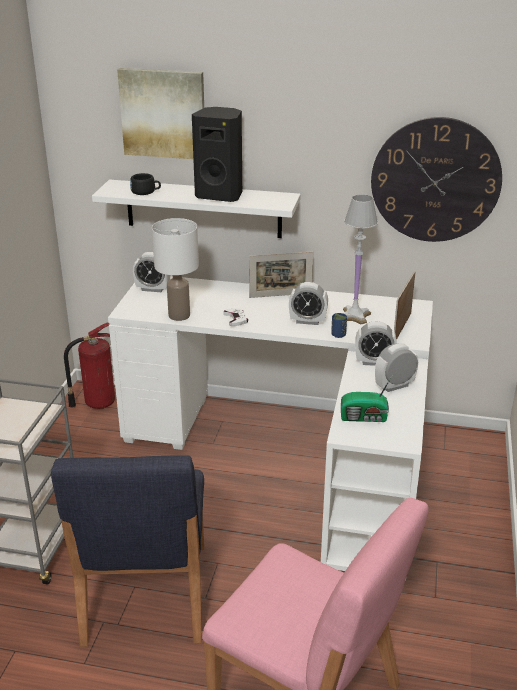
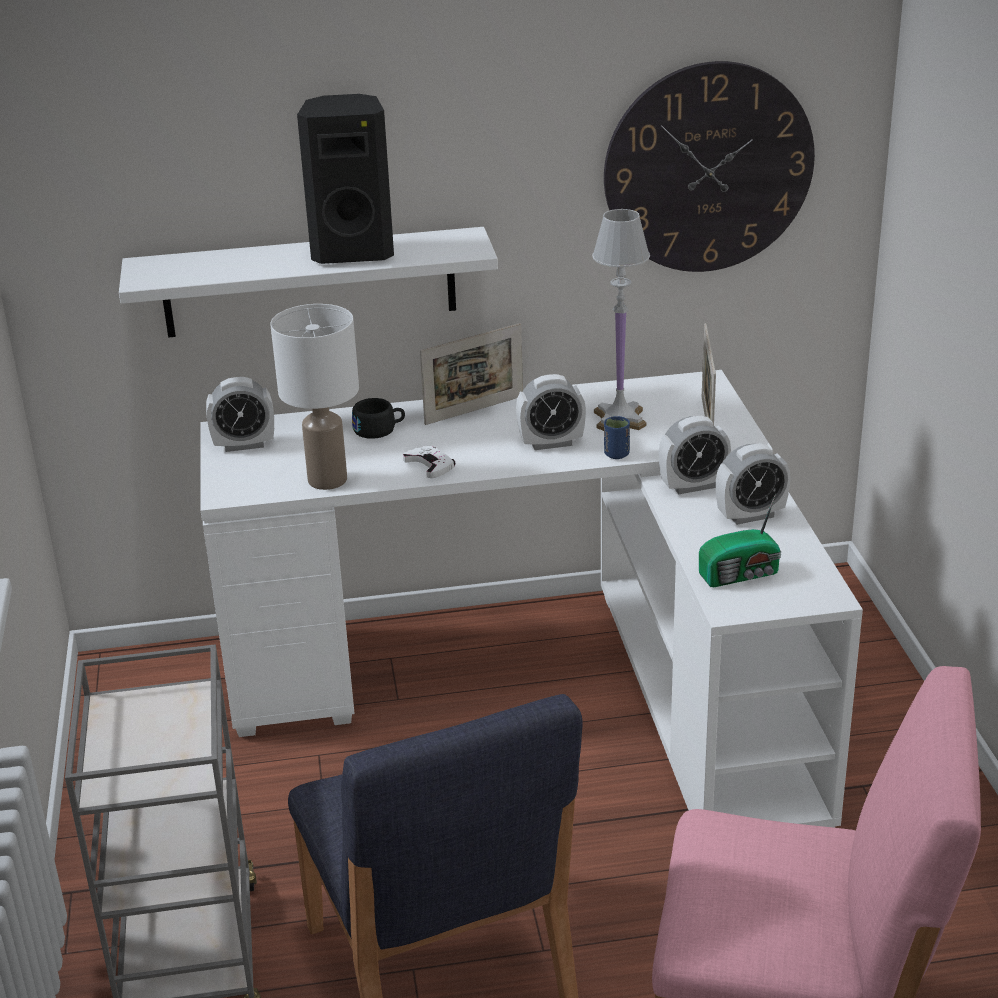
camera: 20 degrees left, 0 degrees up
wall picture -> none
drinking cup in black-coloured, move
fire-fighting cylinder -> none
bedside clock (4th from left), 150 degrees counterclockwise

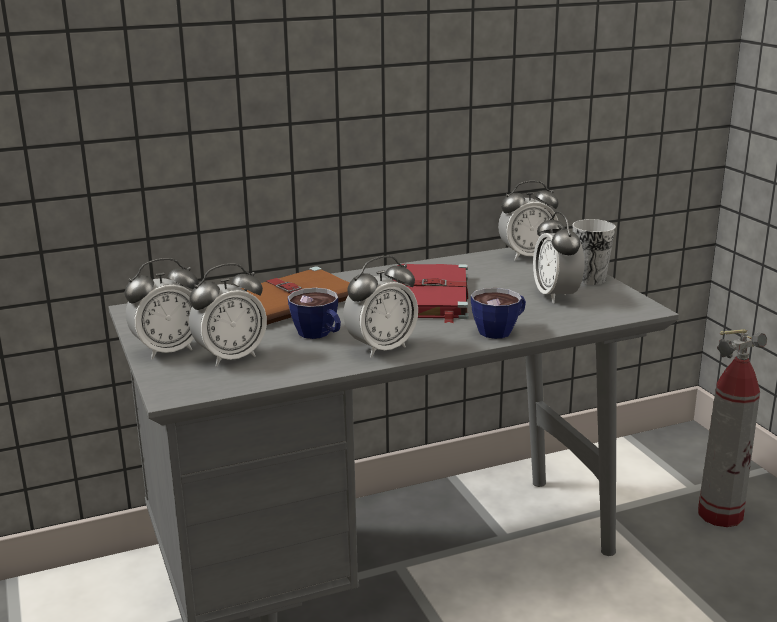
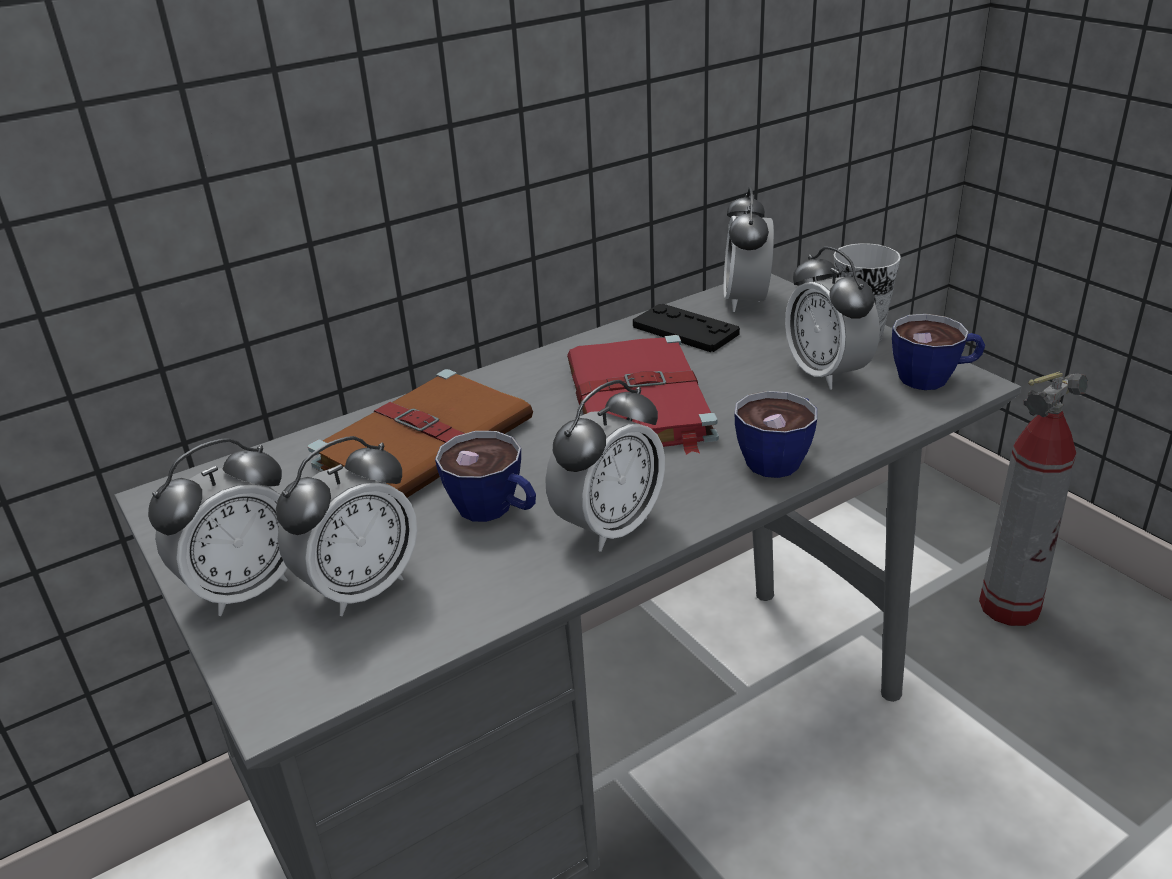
camera: 10 degrees left, 10 degrees up
bedside clock (4th from left), 120 degrees clockwise
none -> gamepad in black-coloured
none -> drinking cup (4th from left)

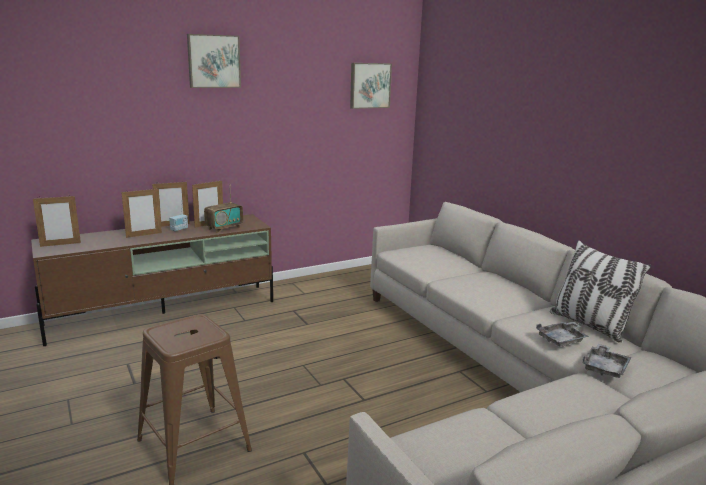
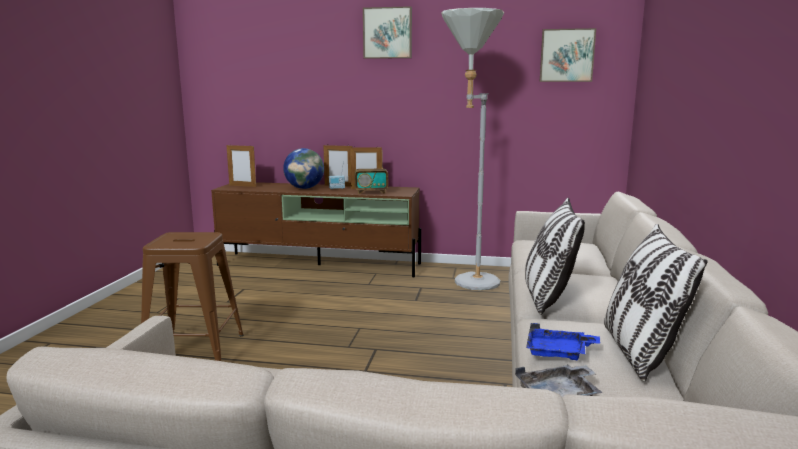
camera: 40 degrees right, 5 degrees down
picture frame (2nd from left) -> globe
carrying tray in greyish (1st from left) -> carrying tray in bluish
none -> floor lamp in greyish
none -> pillow (1st from left)

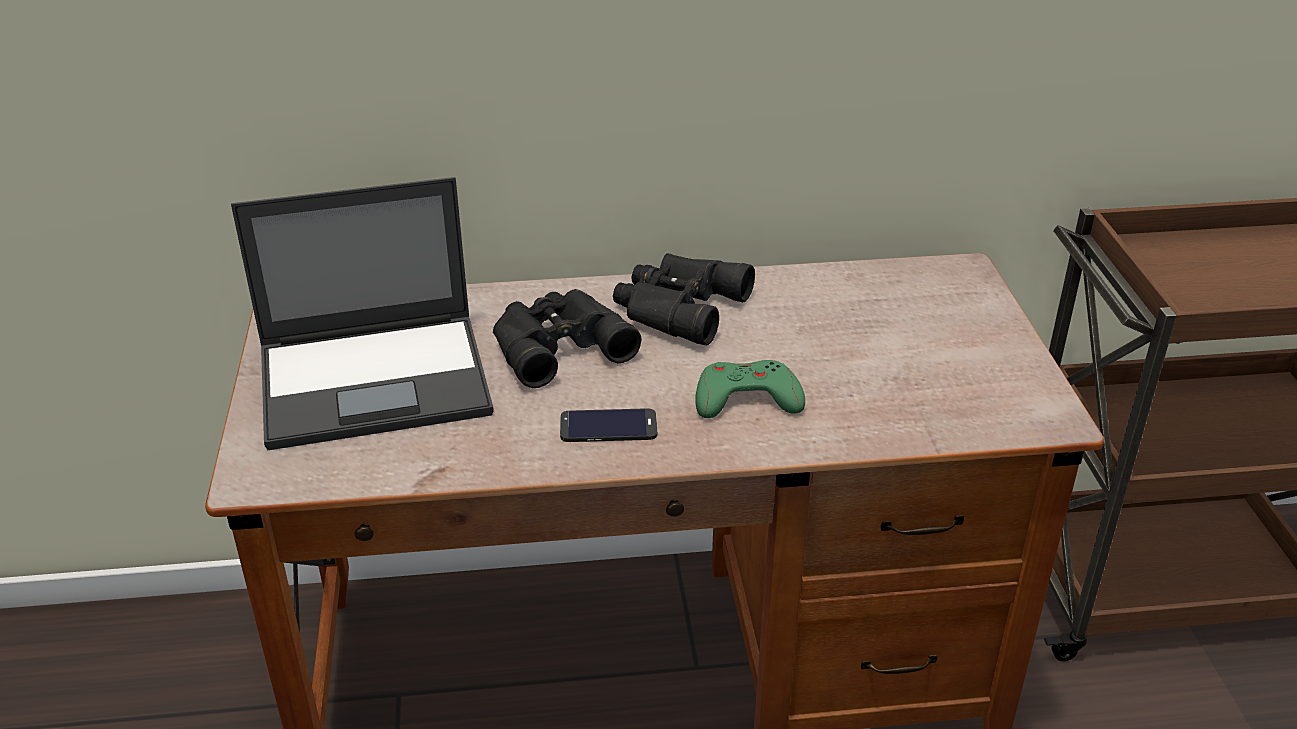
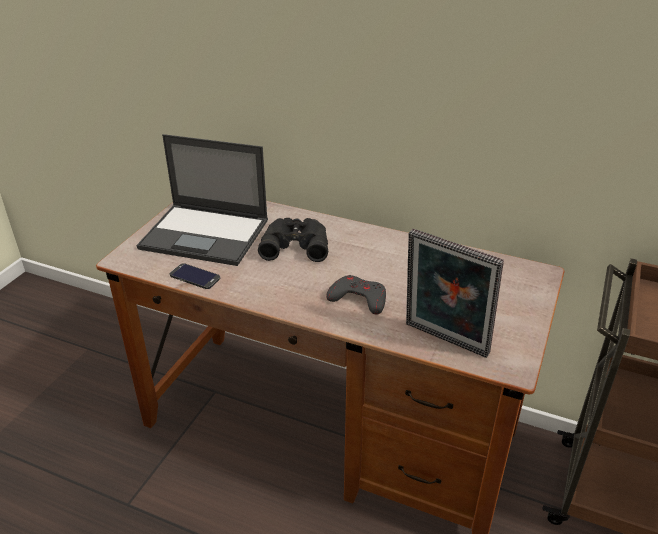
camera: 30 degrees right, 0 degrees up
pair of binoculars in black-coloured (2nd from left) -> none
gamepad in green -> gamepad in greyish
handset, move
none -> picture frame

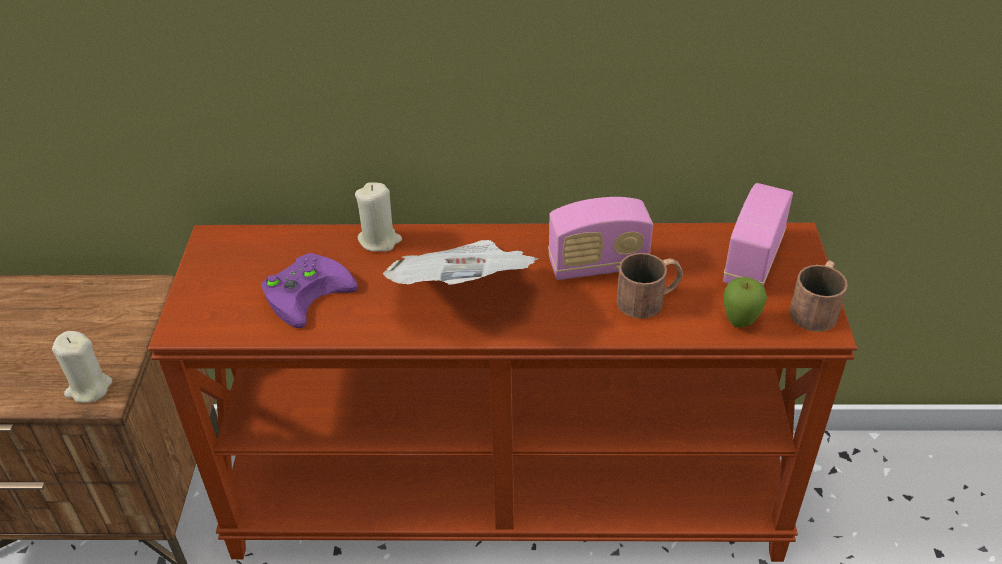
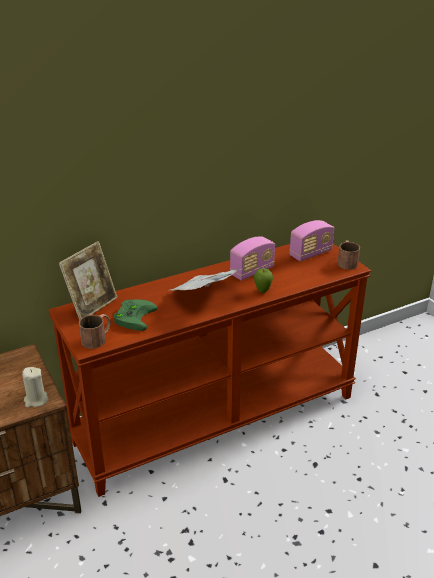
camera: 30 degrees left, 10 degrees down
wax candle in beige-coloured (2nd from left) -> none
radio receiver (2nd from left), 120 degrees counterclockwise
gamepad in purplish -> gamepad in green
mug in brownish (1st from left), move
apple, move
none -> picture frame

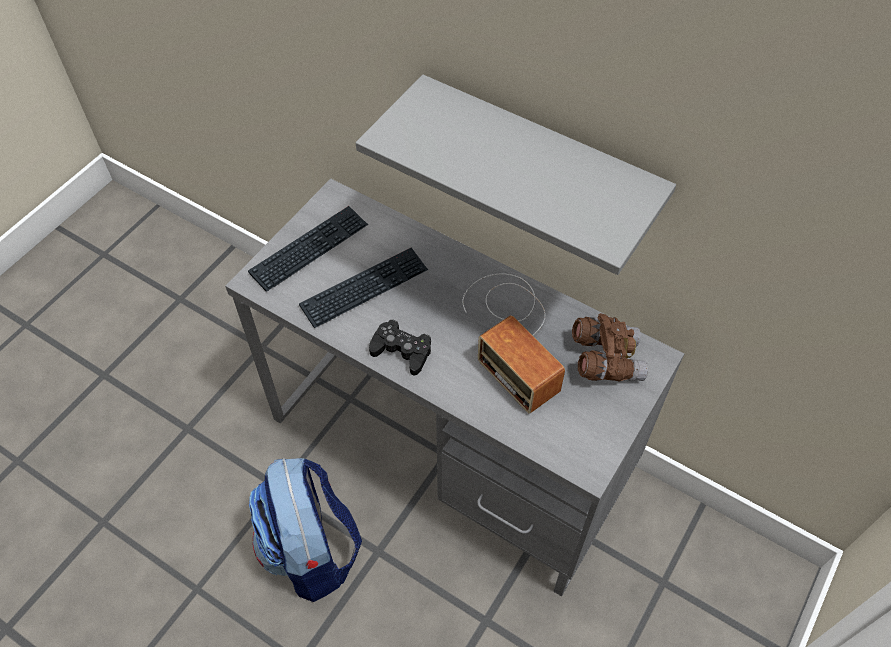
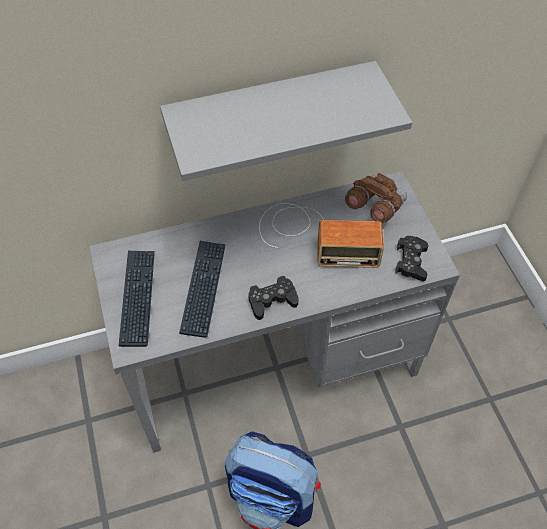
camera: 50 degrees left, 0 degrees up
none -> gamepad in black-coloured (2nd from left)

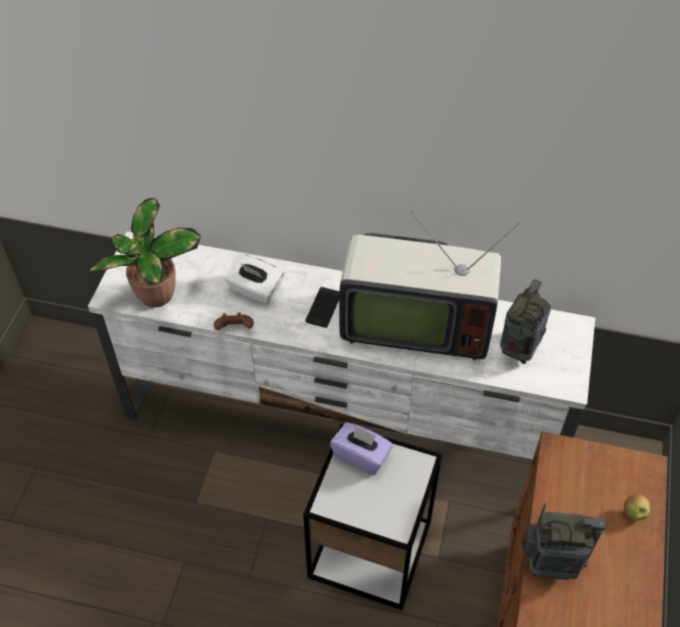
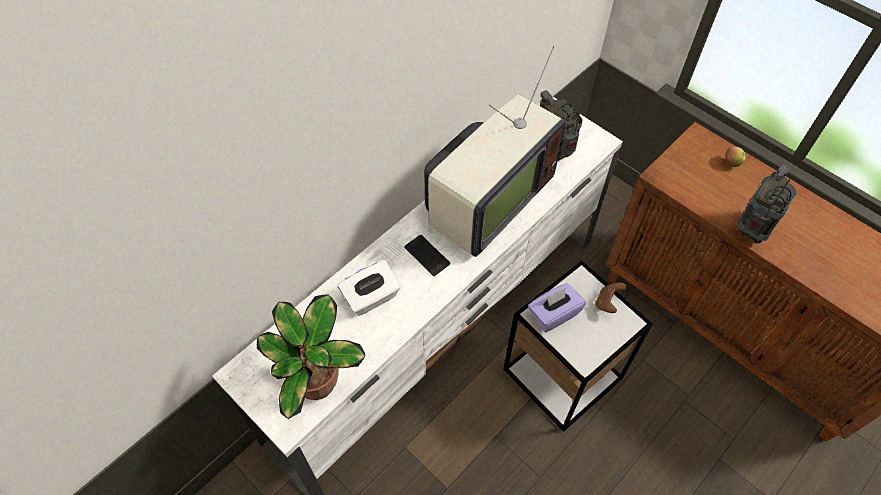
camera: 60 degrees left, 5 degrees up
gamepad in brownish, move

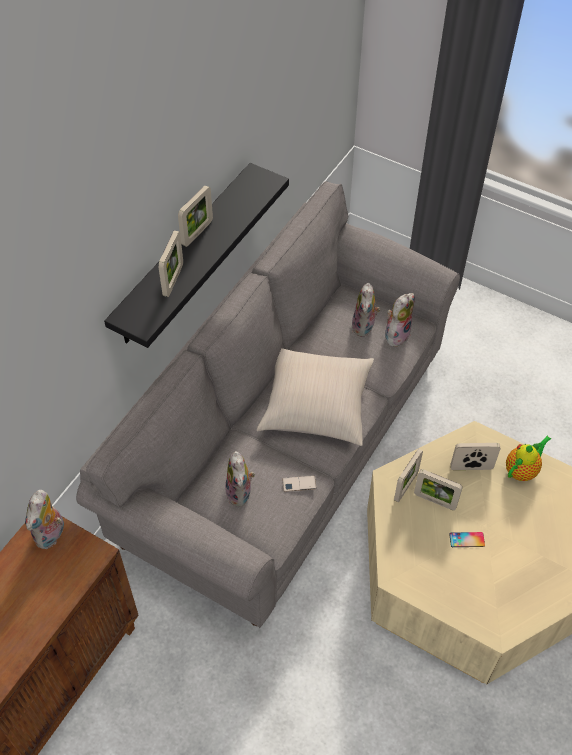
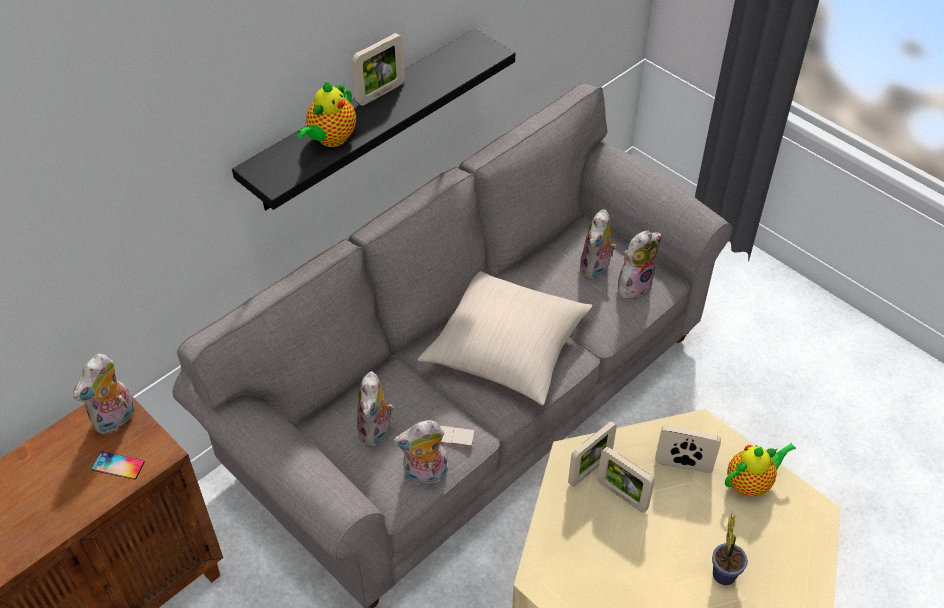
camera: 15 degrees right, 5 degrees down
picture frame (1st from left) -> pot for tea (1st from left)
handset (2nd from left in the first image) -> handset (1st from left), move
none -> cuddly toy (3rd from left)
none -> plant in a pot

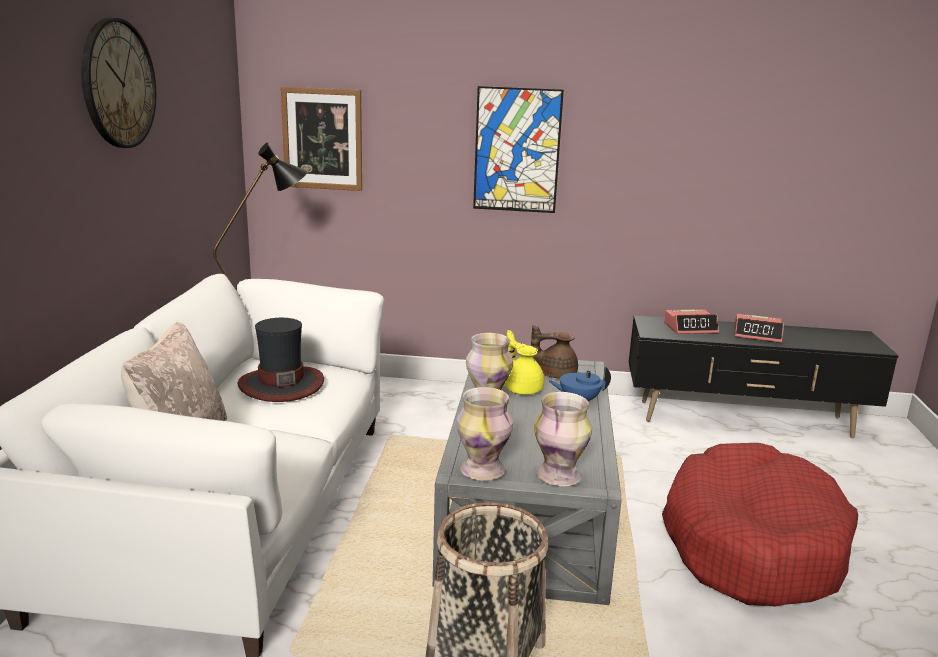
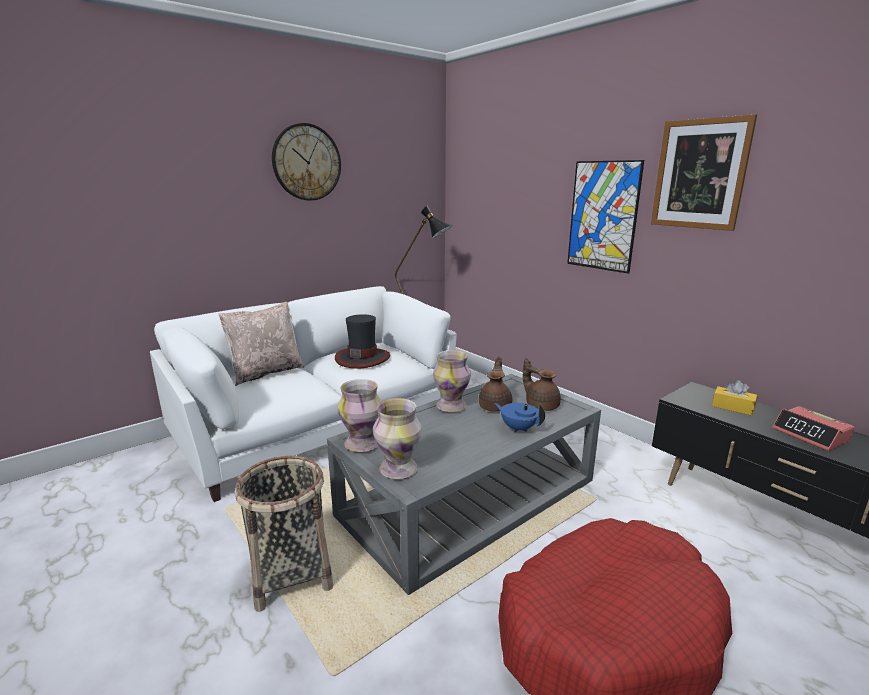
camera: 45 degrees right, 0 degrees up
wall picture (1st from left in the first image) -> wall picture (2nd from left), move
bedside clock (1st from left) -> tissue box in yellowish
pot for tea in yellowish -> pot for tea in brownish (1st from left)

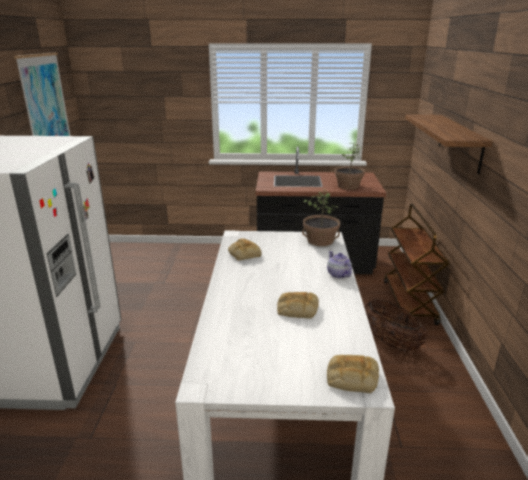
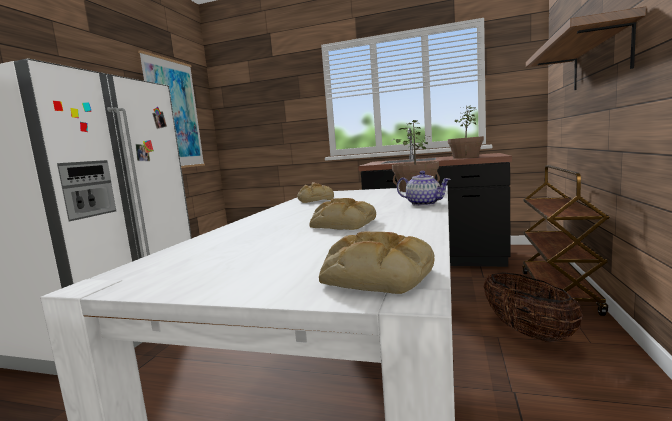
camera: 15 degrees right, 15 degrees down
pot for tea, 135 degrees clockwise

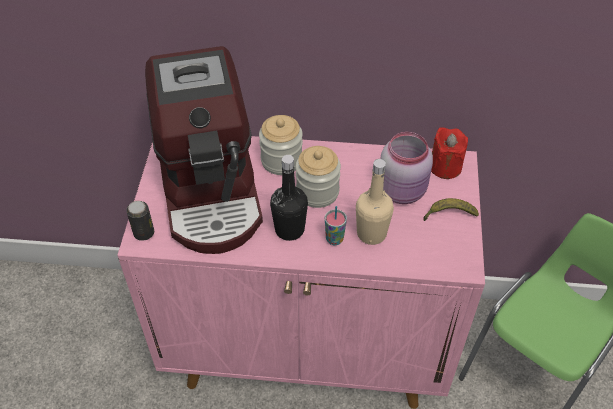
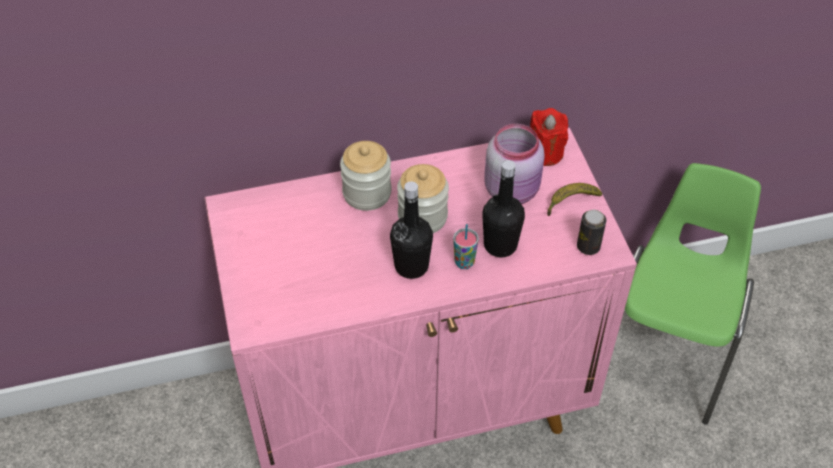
camera: 20 degrees left, 0 degrees up
coffee maker -> none
beverage bottle in beige-coloured -> beverage bottle in black-coloured (2nd from left)
sealed can, move

